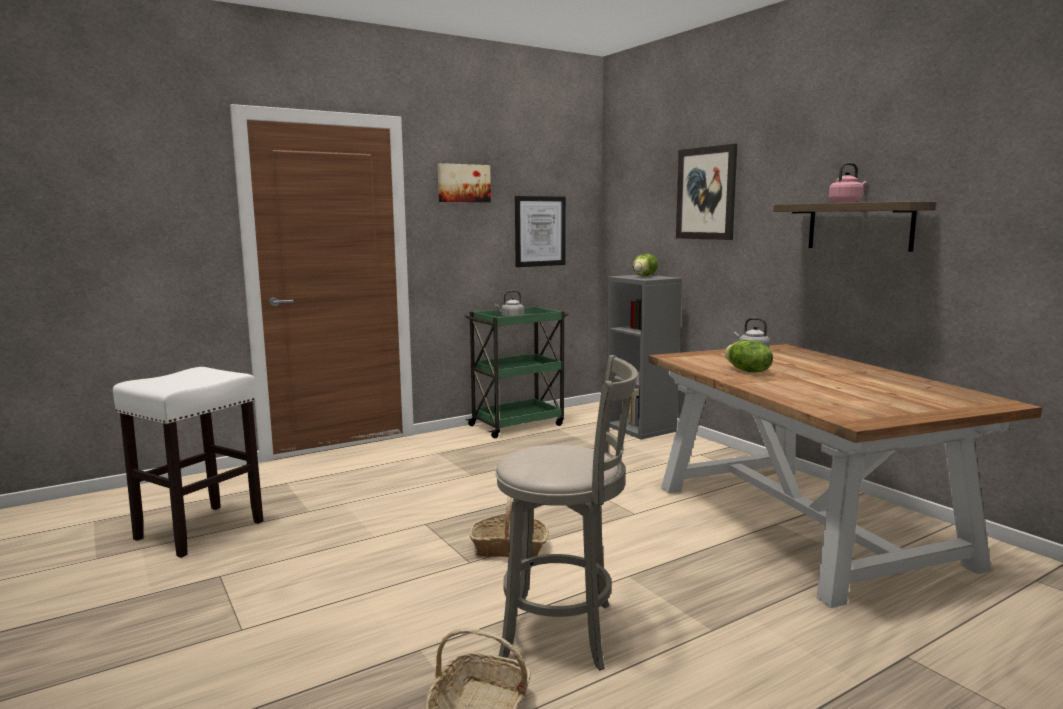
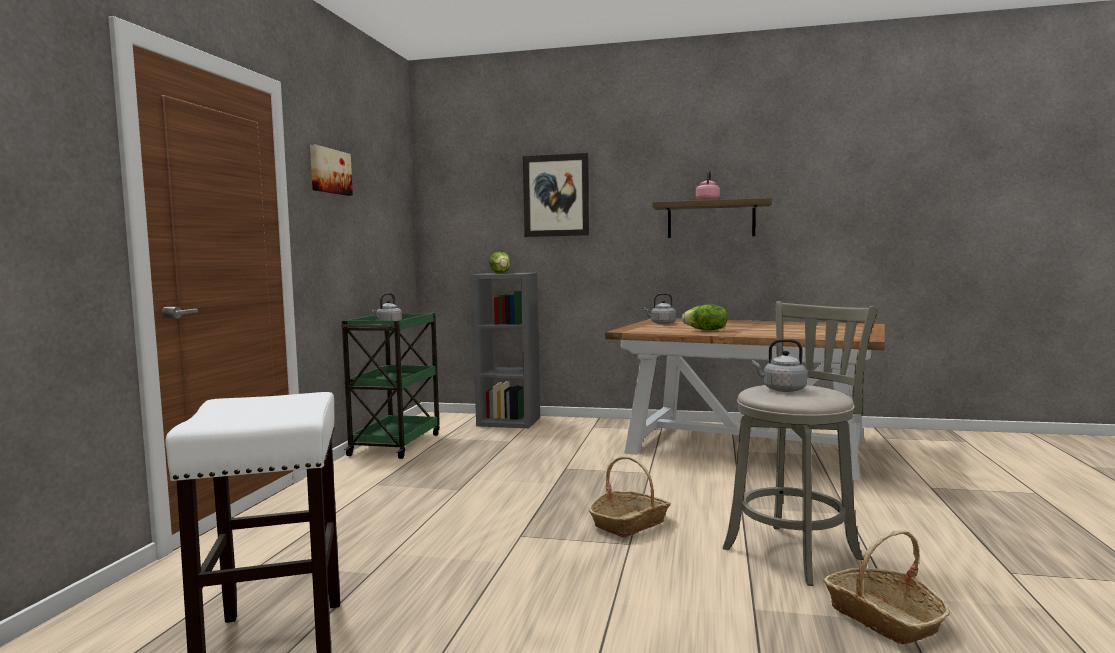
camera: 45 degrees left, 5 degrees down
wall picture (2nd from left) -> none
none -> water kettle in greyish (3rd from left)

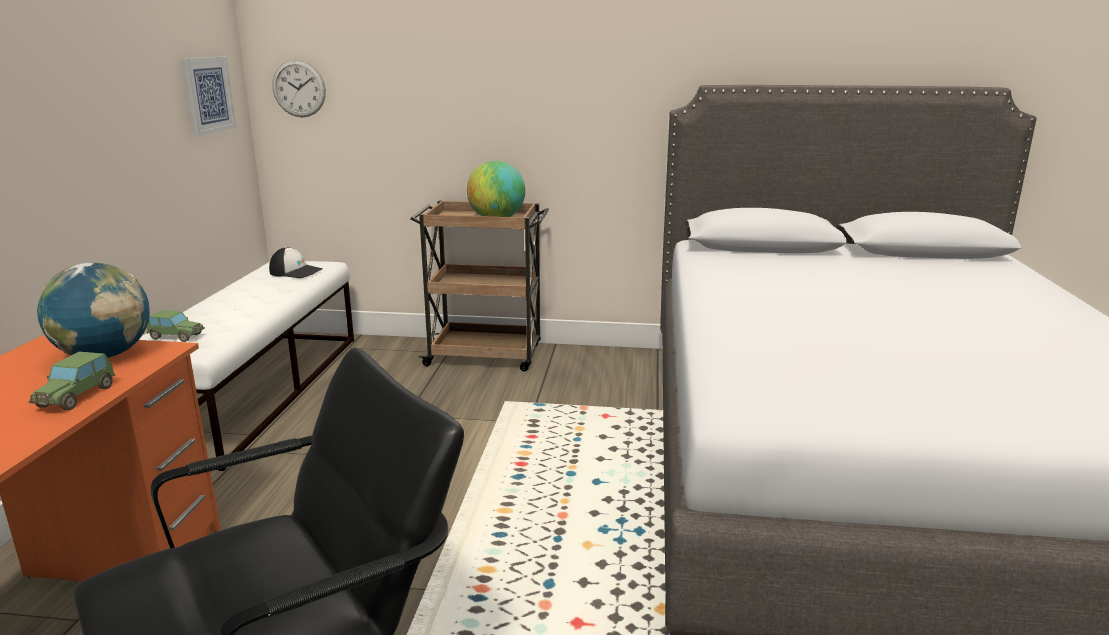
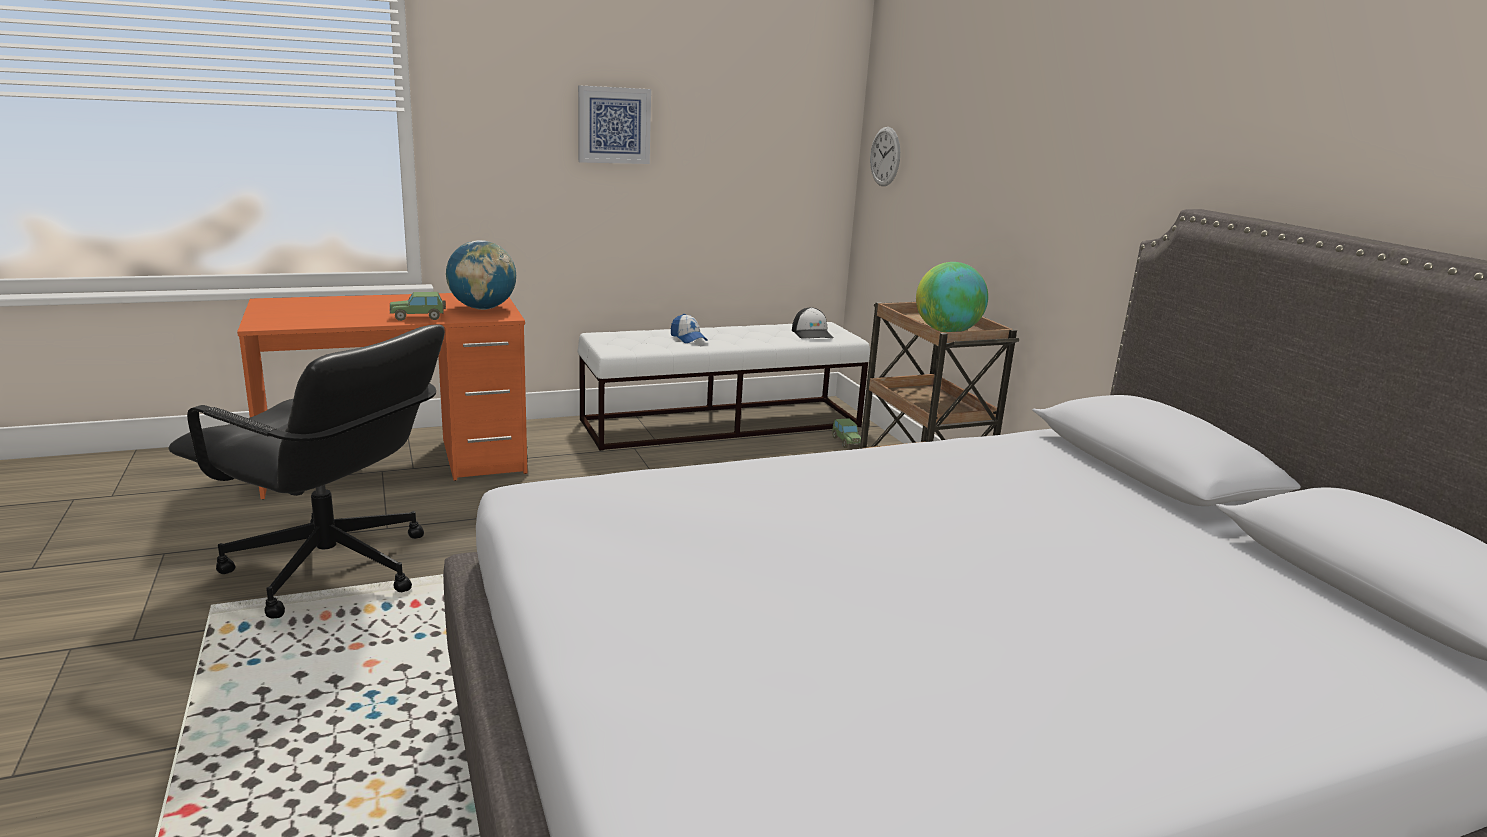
camera: 60 degrees right, 0 degrees up
wall picture, move
miniature car (2nd from left), move
none -> baseball cap (1st from left)

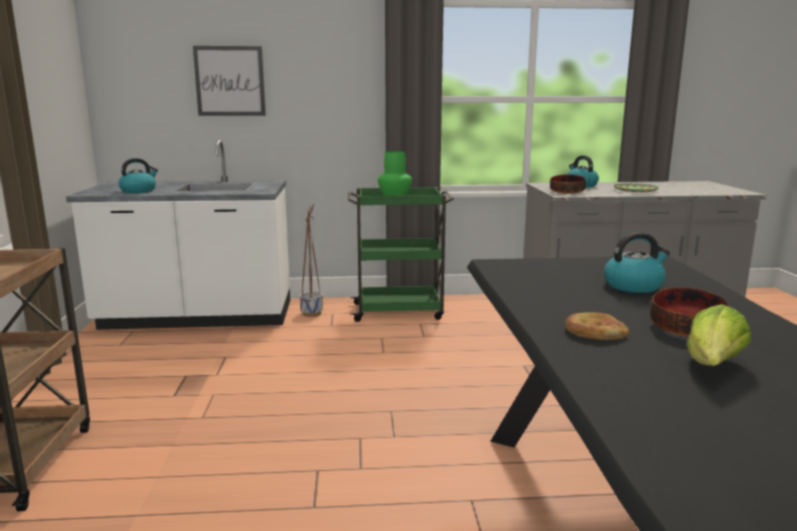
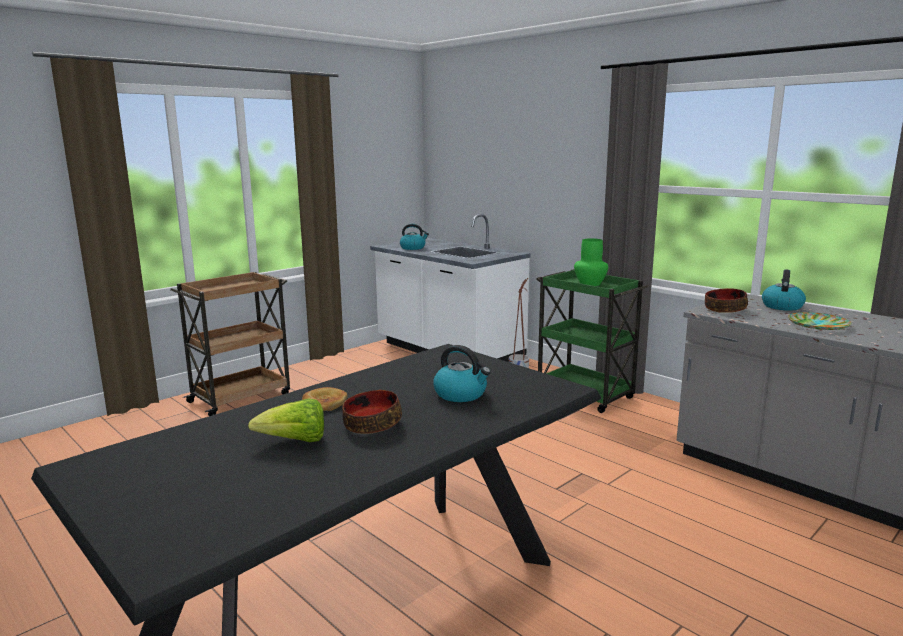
camera: 50 degrees right, 0 degrees up
wall picture -> none

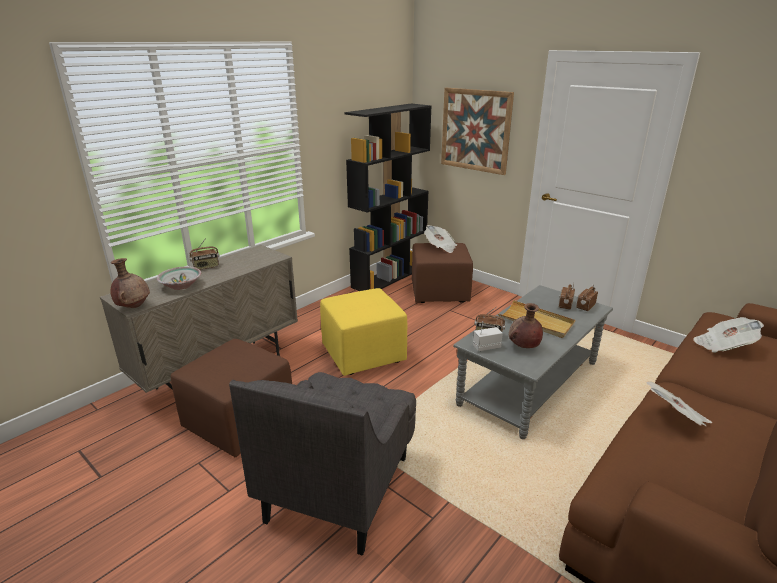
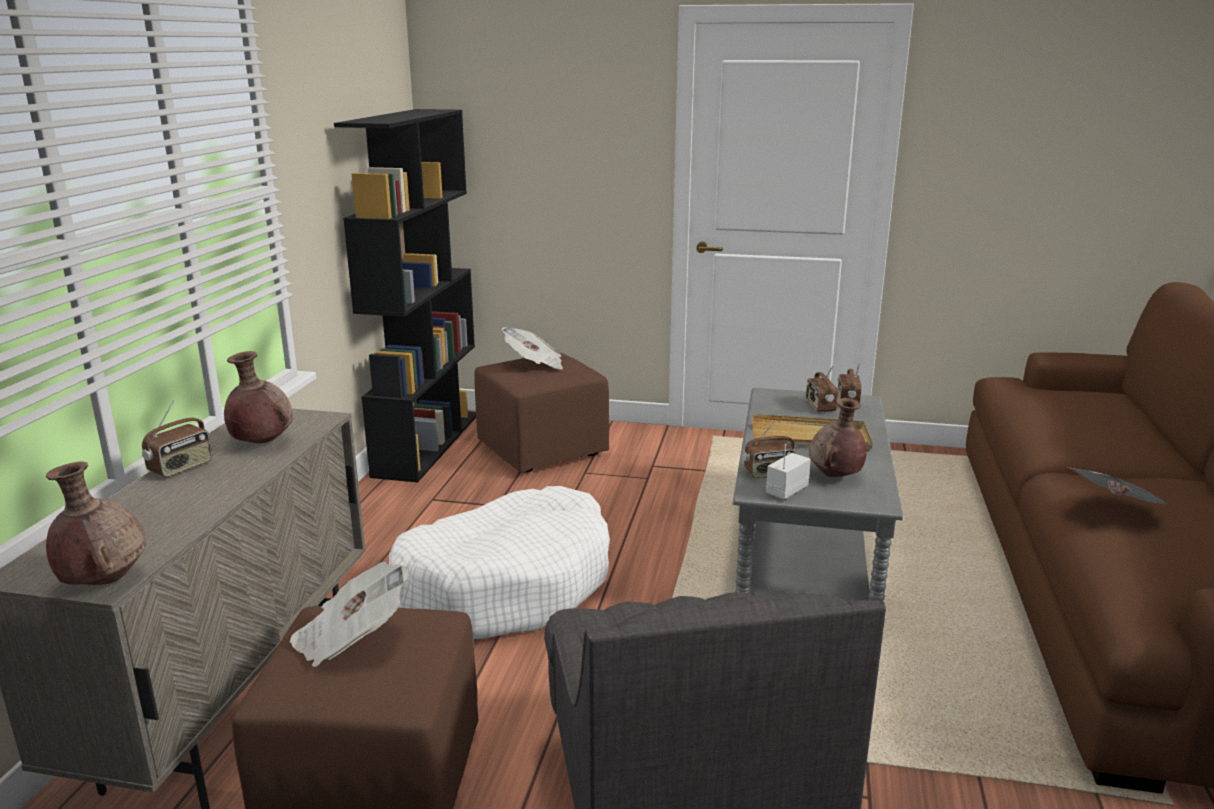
camera: 30 degrees left, 5 degrees down
wall picture -> none
bowl -> none
ottoman in yellowish -> pet bed in white
printed paper (3rd from left in the first image) -> printed paper (1st from left), move
none -> flower vase in brownish (2nd from left)

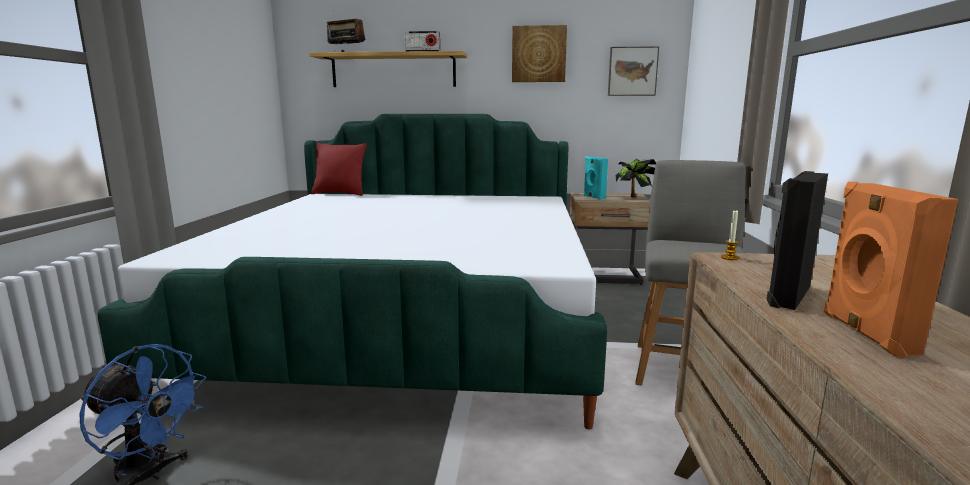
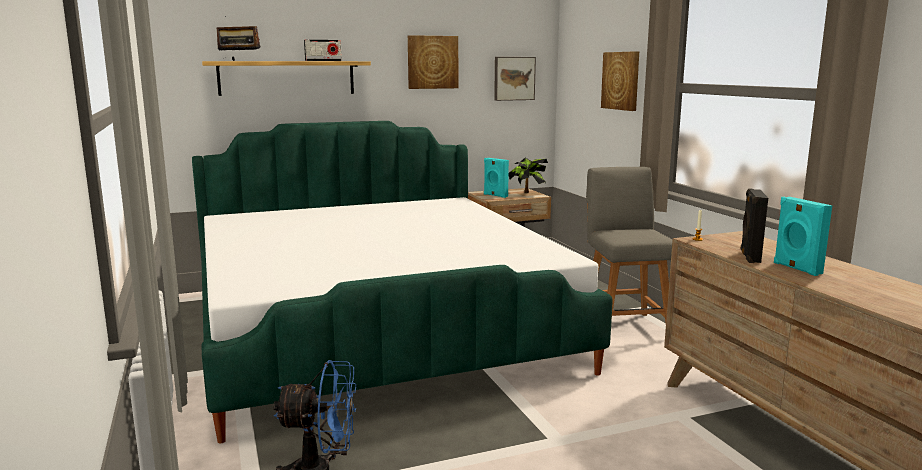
camera: 25 degrees left, 0 degrees up
pillow in red-coloured -> none
speaker in orange -> speaker in blue-green (2nd from left)
none -> wall picture (3rd from left)

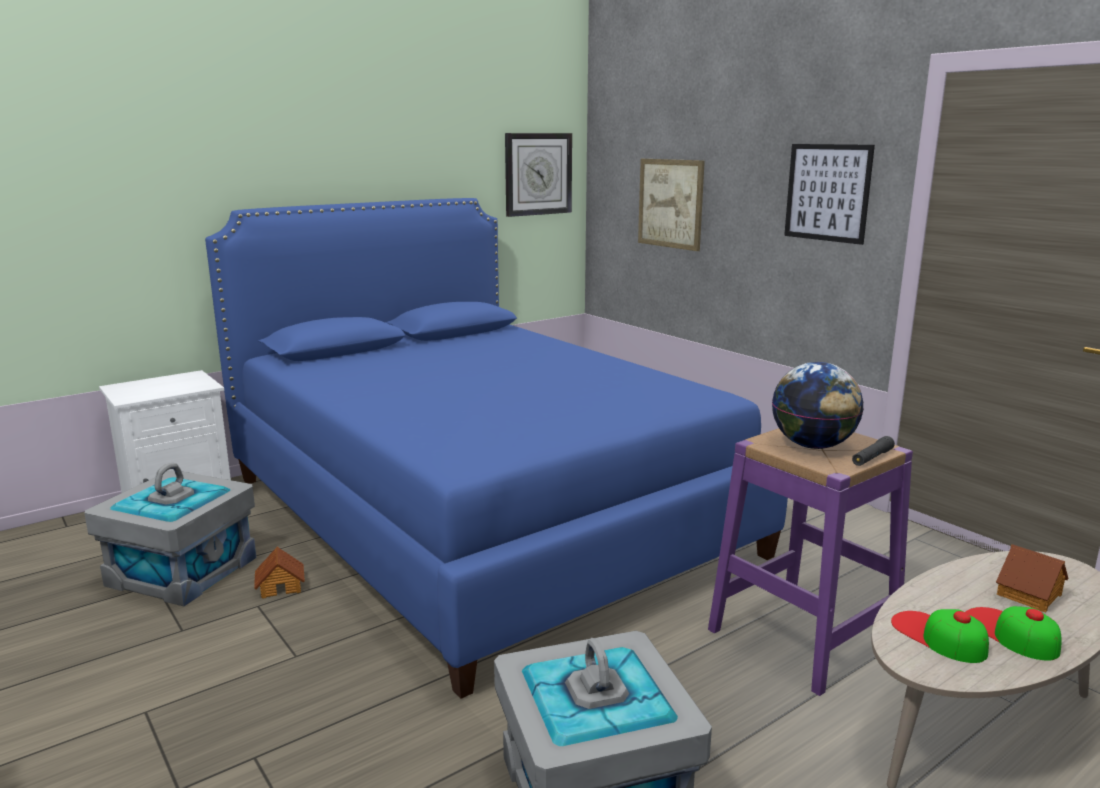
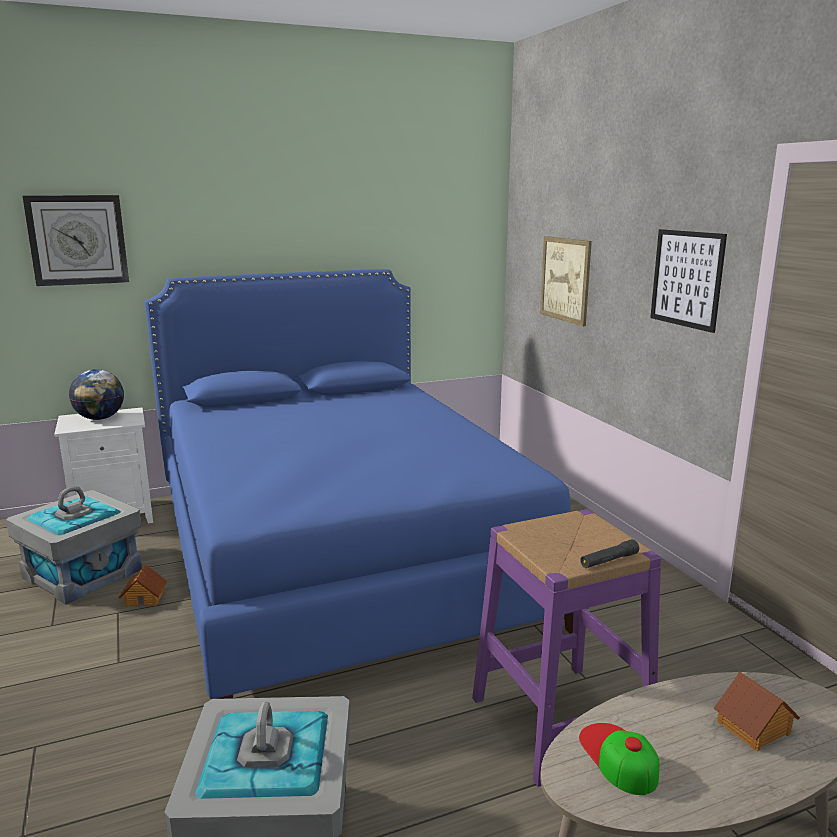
camera: 15 degrees right, 0 degrees up
clock on the wall, move
globe, move
baseball cap (2nd from left) -> none

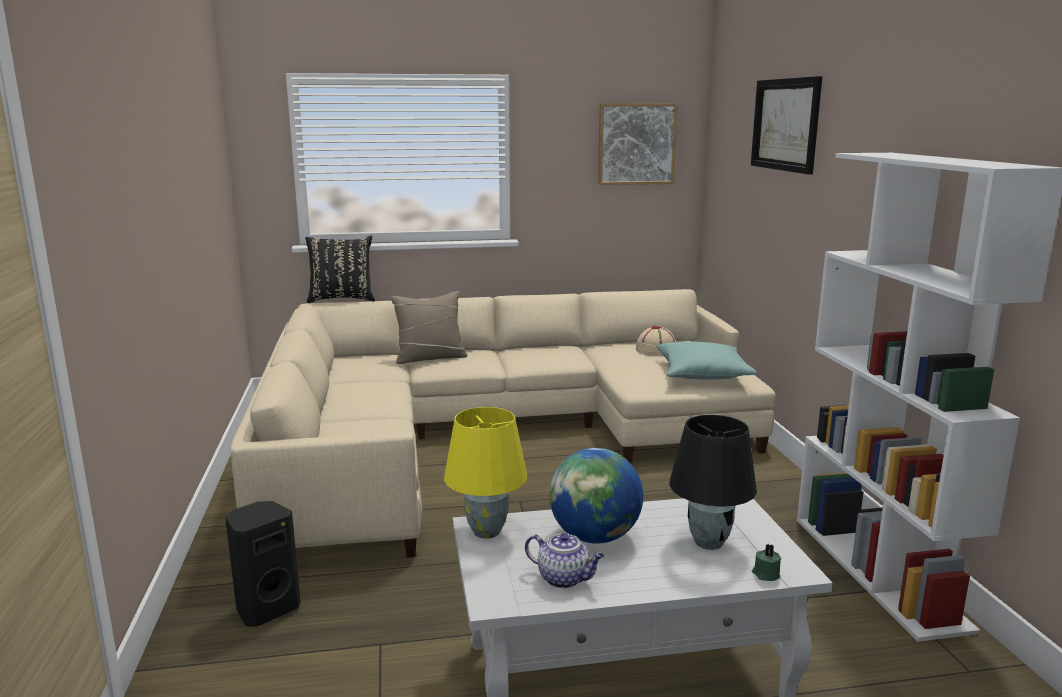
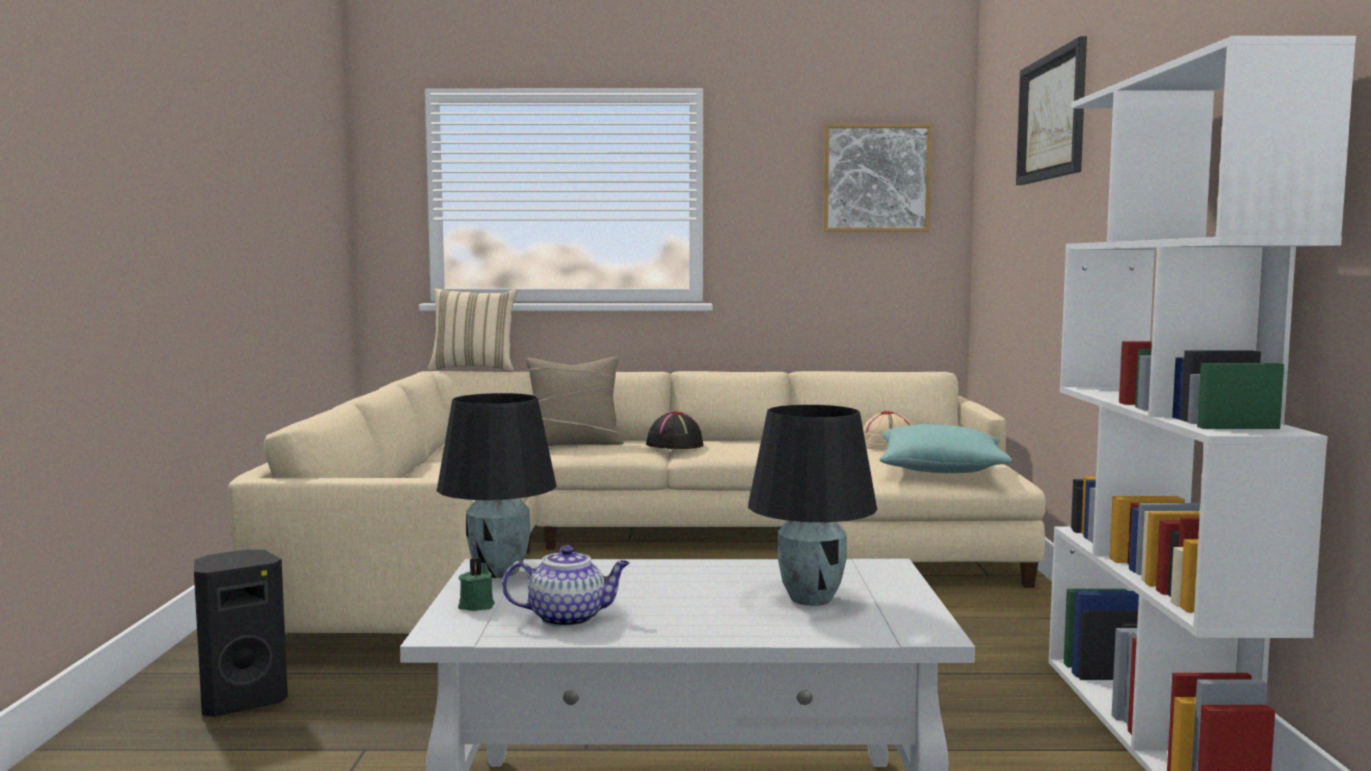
camera: 10 degrees right, 10 degrees down
pillow in black-coloured -> pillow in beige-coloured (1st from left)
table lamp in yellowish -> table lamp in black-coloured (1st from left)
globe -> none
pot for tea, 45 degrees counterclockwise
wax candle in green, move
none -> wearable hat in black-coloured

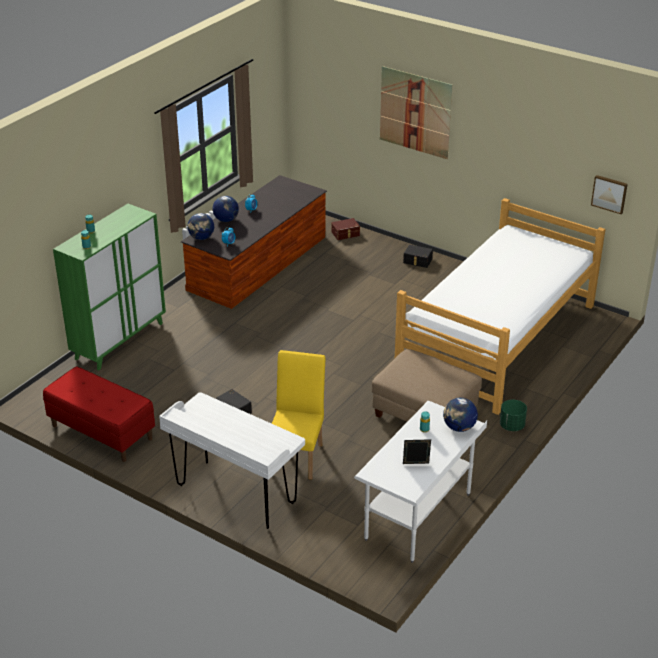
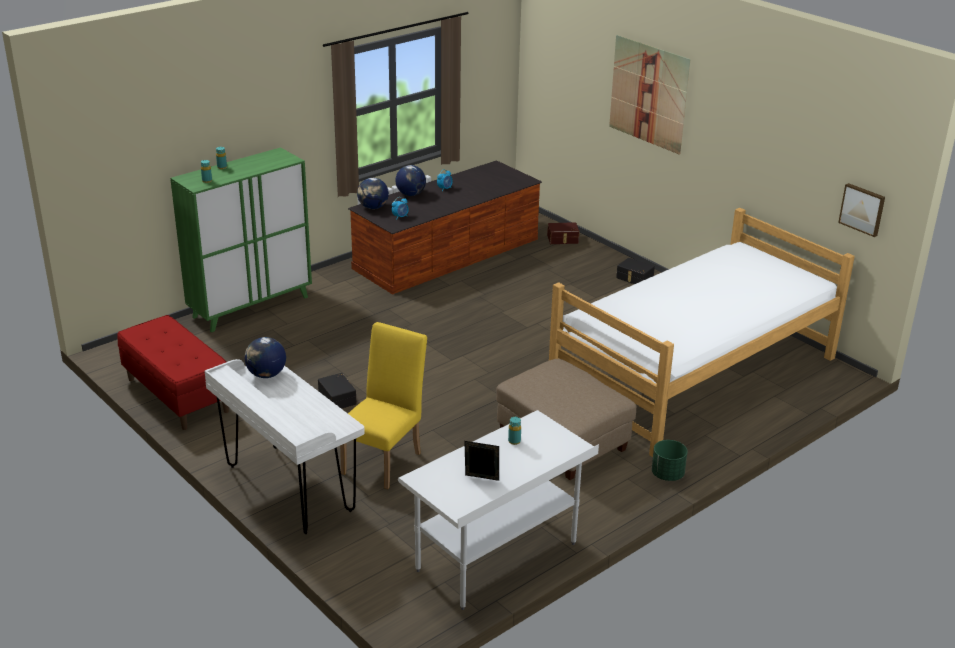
camera: 15 degrees right, 5 degrees down
globe (3rd from left in the first image) -> globe (1st from left), move

